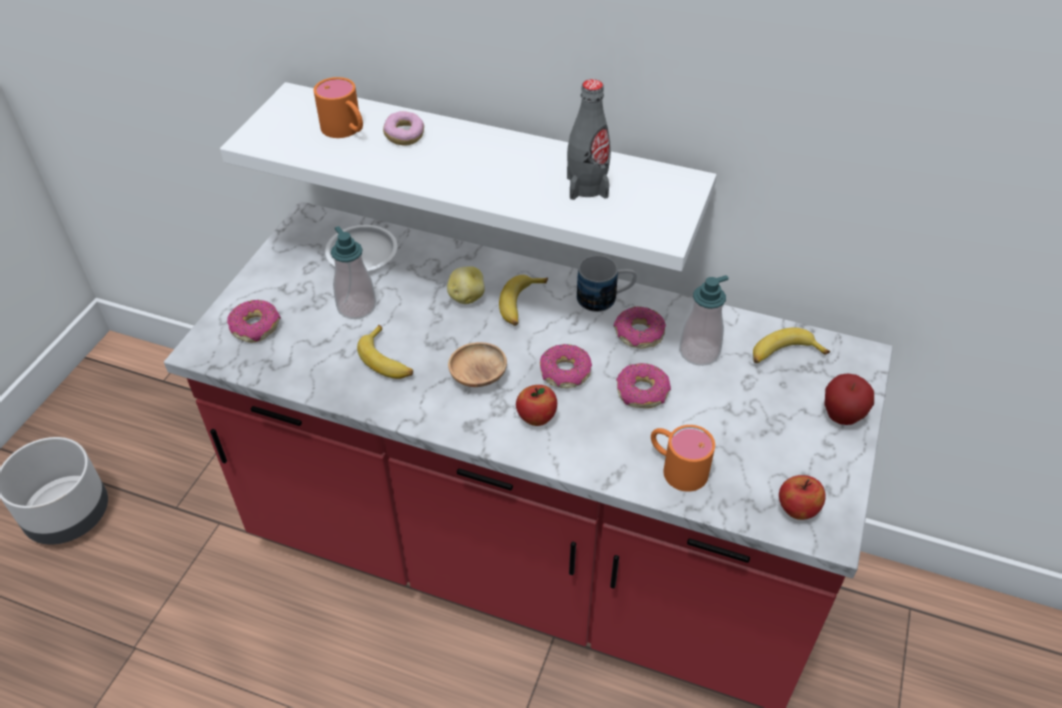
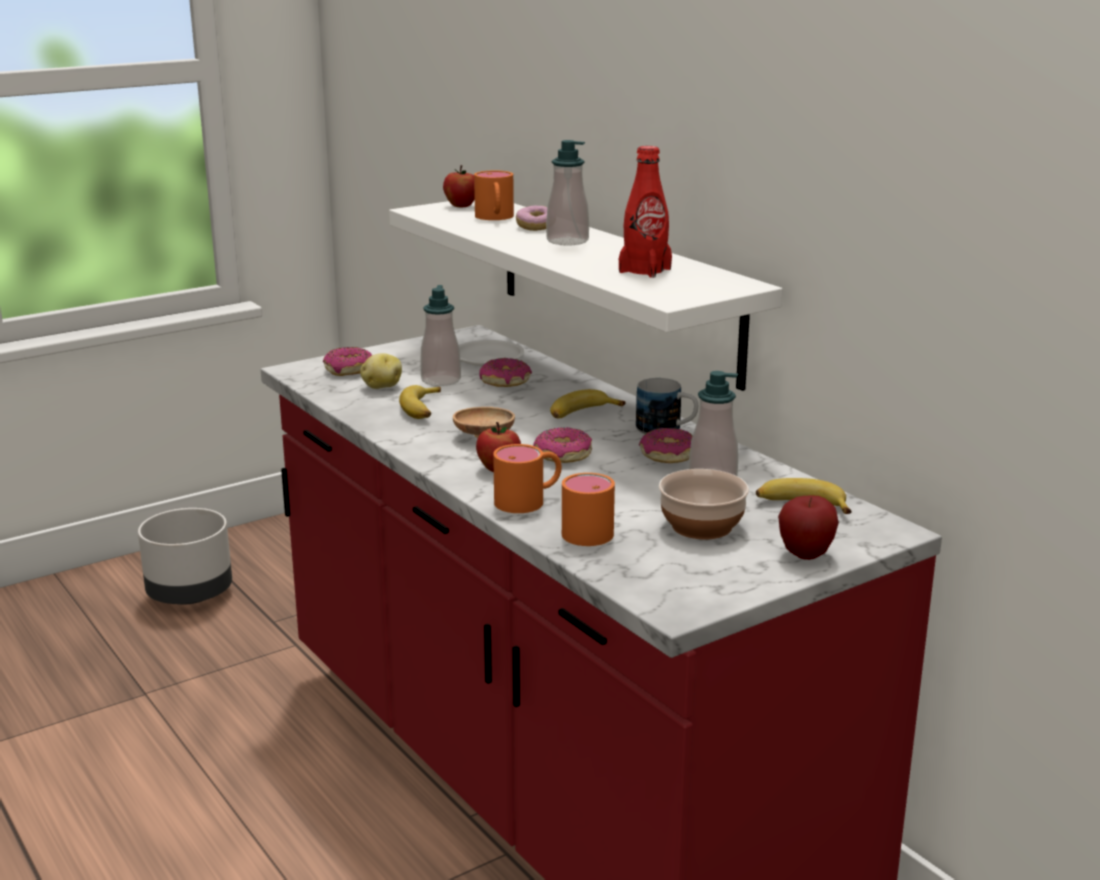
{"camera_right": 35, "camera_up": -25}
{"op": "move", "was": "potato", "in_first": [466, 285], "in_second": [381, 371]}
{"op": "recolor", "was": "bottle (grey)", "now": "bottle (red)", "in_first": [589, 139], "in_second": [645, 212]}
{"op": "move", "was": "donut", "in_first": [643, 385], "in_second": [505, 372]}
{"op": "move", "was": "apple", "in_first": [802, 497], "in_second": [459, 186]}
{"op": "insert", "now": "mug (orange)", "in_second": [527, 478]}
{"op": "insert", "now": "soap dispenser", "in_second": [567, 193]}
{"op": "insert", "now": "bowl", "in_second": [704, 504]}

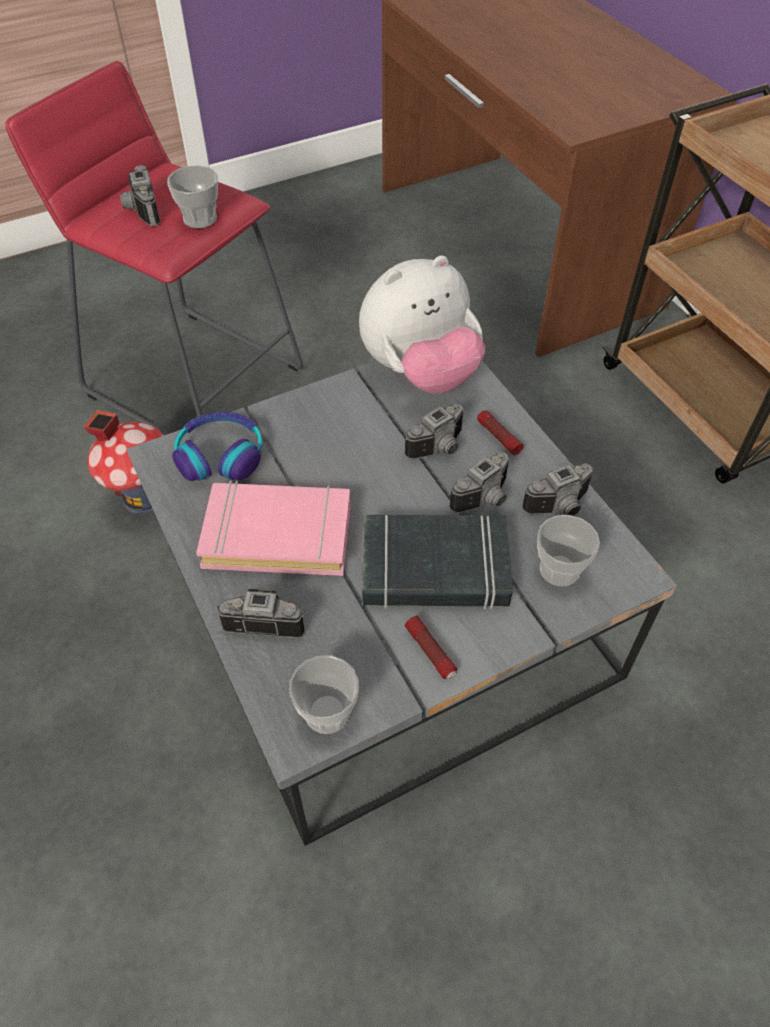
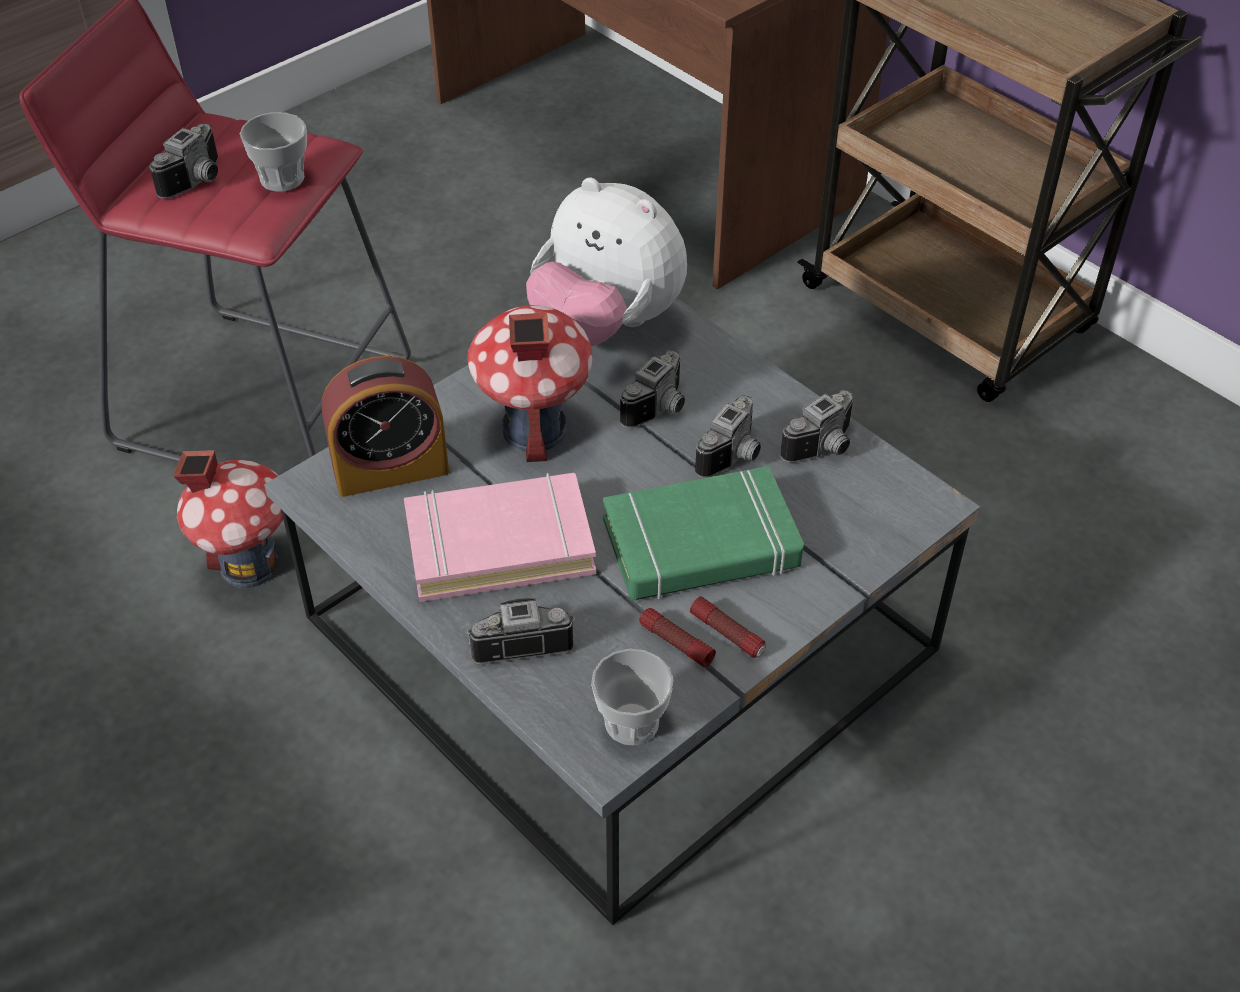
{"camera_right": -15, "camera_up": -5}
{"op": "rotate", "was": "photo camera", "in_first": [140, 195], "in_second": [184, 161], "clockwise": -120}
{"op": "replace", "was": "headphones", "now": "alarm clock", "in_first": [217, 446], "in_second": [385, 426]}
{"op": "rotate", "was": "plush toy", "in_first": [422, 324], "in_second": [606, 261], "clockwise": 75}
{"op": "recolor", "was": "book (black)", "now": "book (green)", "in_first": [437, 562], "in_second": [703, 533]}
{"op": "move", "was": "flashlight", "in_first": [500, 432], "in_second": [677, 637]}
{"op": "delete", "was": "cup", "in_first": [568, 550]}
{"op": "insert", "now": "toy house", "in_second": [529, 383]}

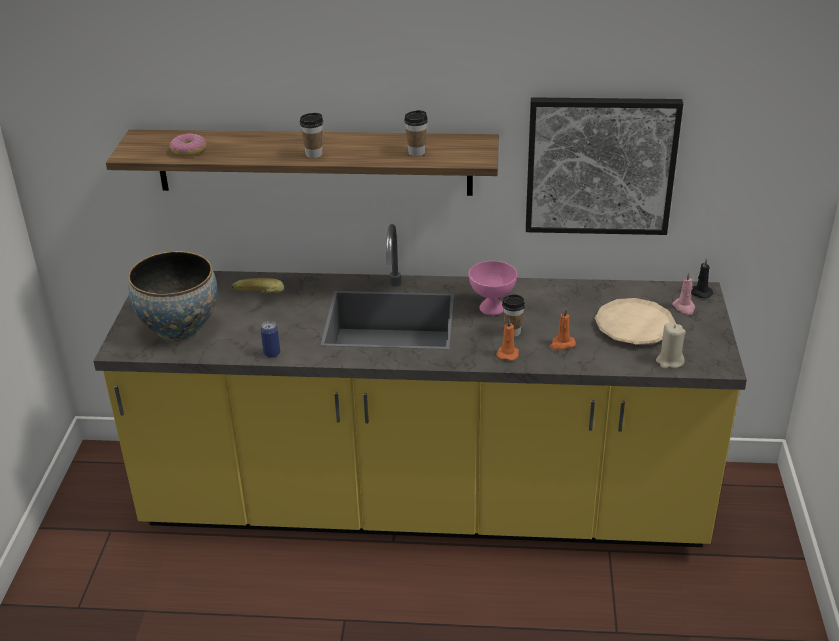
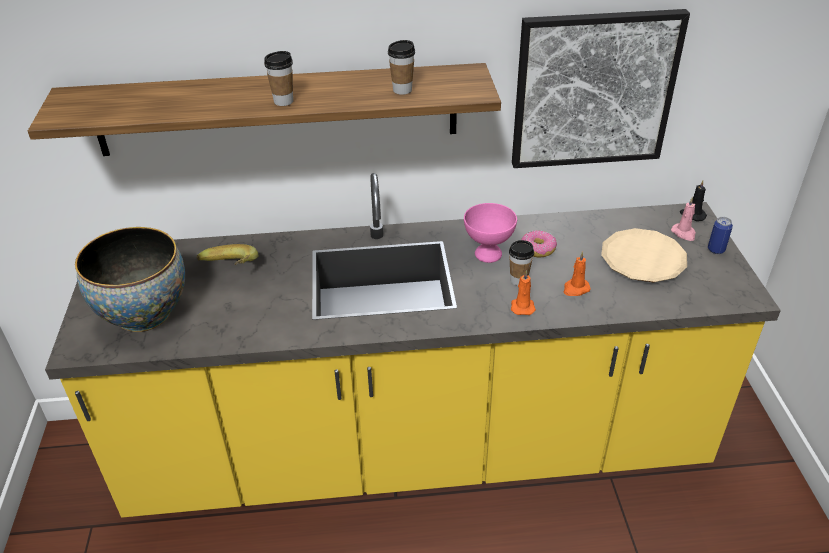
{"camera_right": -10, "camera_up": 5}
{"op": "move", "was": "donut", "in_first": [188, 145], "in_second": [539, 243]}
{"op": "move", "was": "can", "in_first": [270, 339], "in_second": [720, 235]}
{"op": "delete", "was": "candle (beige)", "in_first": [671, 345]}

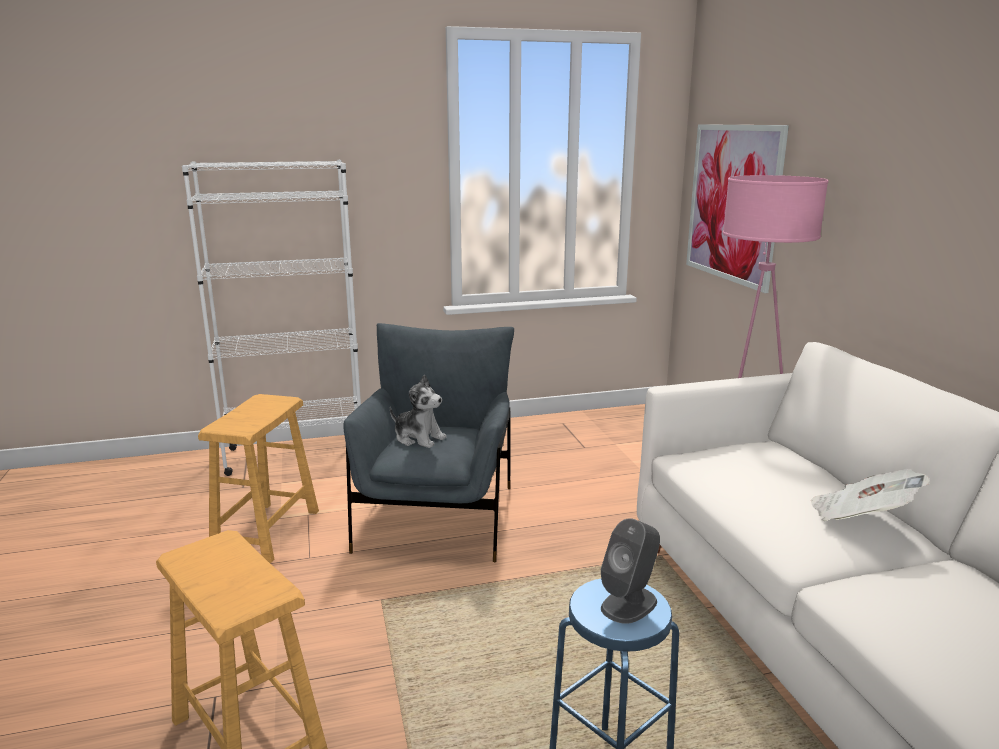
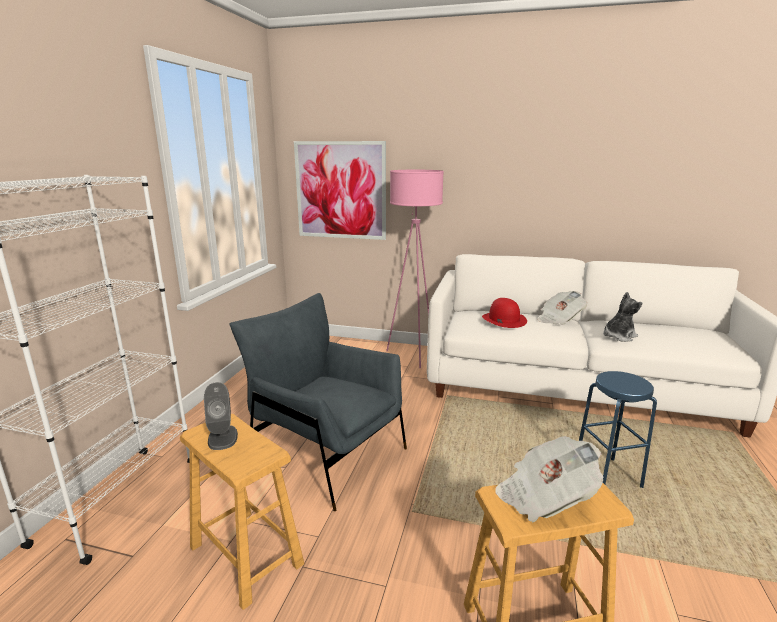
{"camera_right": -60, "camera_up": 0}
{"op": "move", "was": "plush toy", "in_first": [418, 411], "in_second": [622, 317]}
{"op": "move", "was": "speaker (grey)", "in_first": [630, 571], "in_second": [221, 416]}
{"op": "insert", "now": "hat (red)", "in_second": [504, 313]}
{"op": "insert", "now": "newspaper", "in_second": [549, 479]}

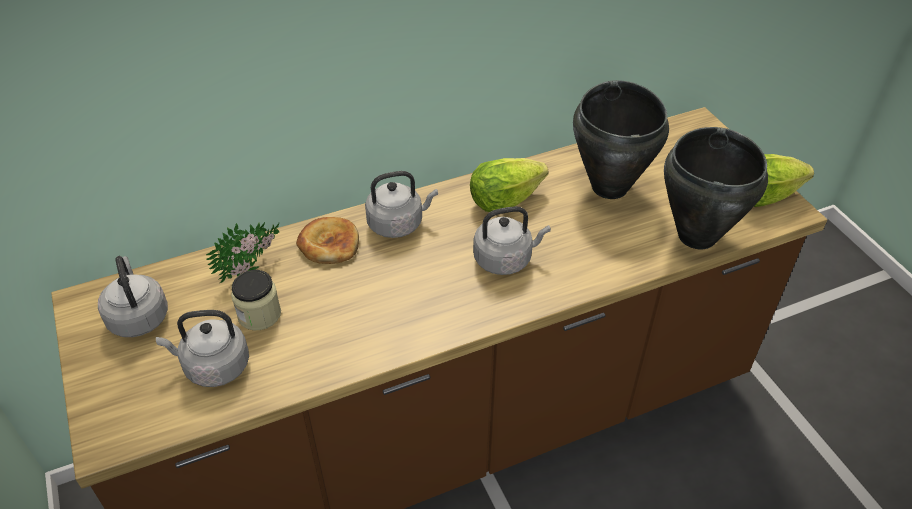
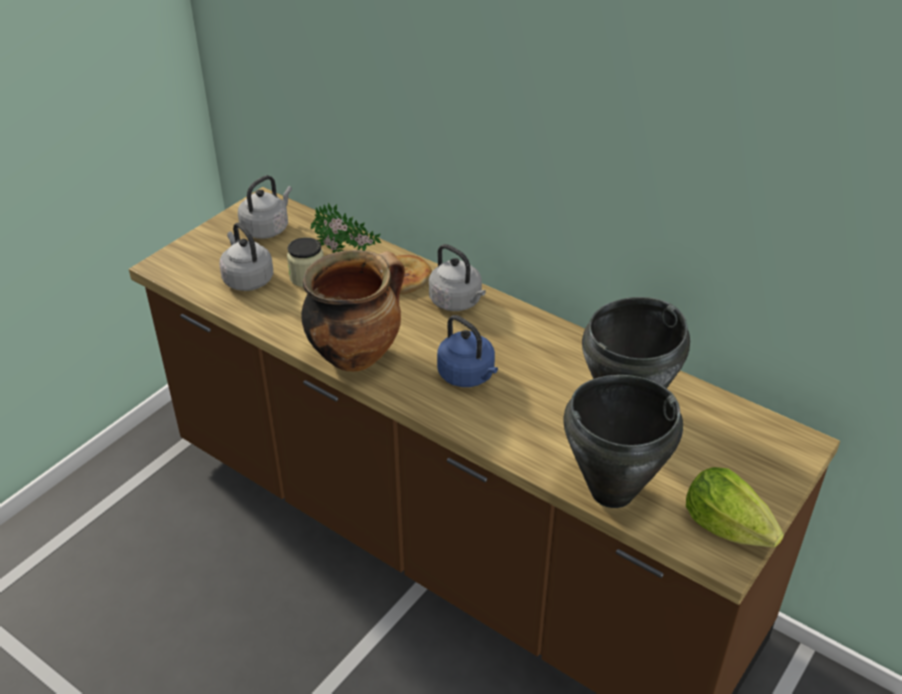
{"camera_right": 60, "camera_up": -5}
{"op": "delete", "was": "lettuce", "in_first": [509, 185]}
{"op": "recolor", "was": "kettle (grey)", "now": "kettle (blue)", "in_first": [512, 240], "in_second": [467, 351]}
{"op": "insert", "now": "cooking pot", "in_second": [353, 311]}

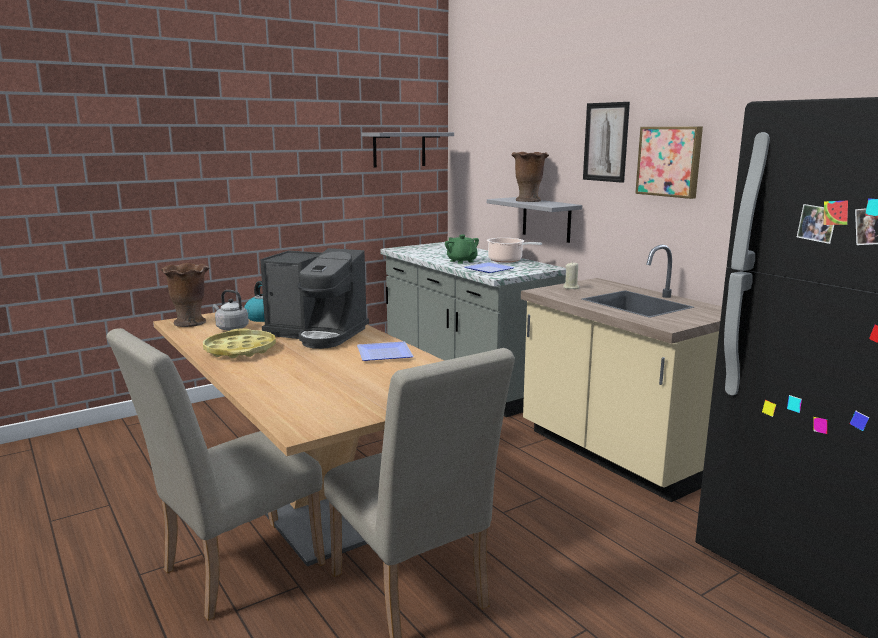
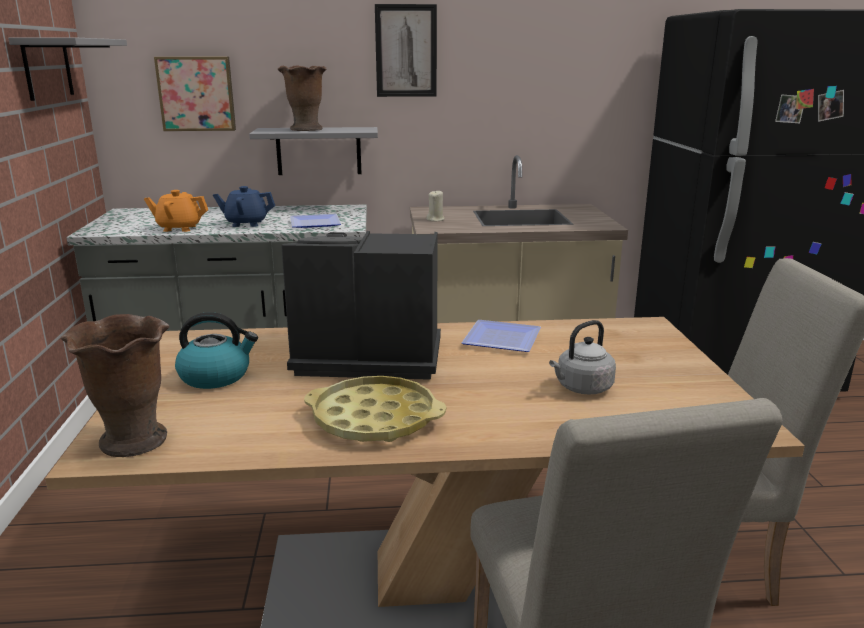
{"camera_right": -60, "camera_up": 5}
{"op": "move", "was": "kettle (grey)", "in_first": [231, 310], "in_second": [582, 357]}
{"op": "rotate", "was": "coffee machine", "in_first": [314, 298], "in_second": [361, 305], "clockwise": -135}
{"op": "recolor", "was": "teapot (green)", "now": "teapot (blue)", "in_first": [462, 249], "in_second": [244, 206]}
{"op": "delete", "was": "cooking pot", "in_first": [514, 250]}
{"op": "move", "was": "picture", "in_first": [669, 163], "in_second": [195, 94]}
{"op": "insert", "now": "teapot (orange)", "in_second": [176, 211]}

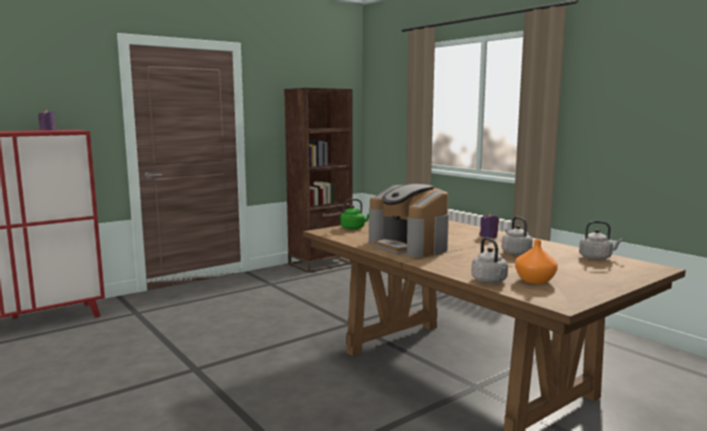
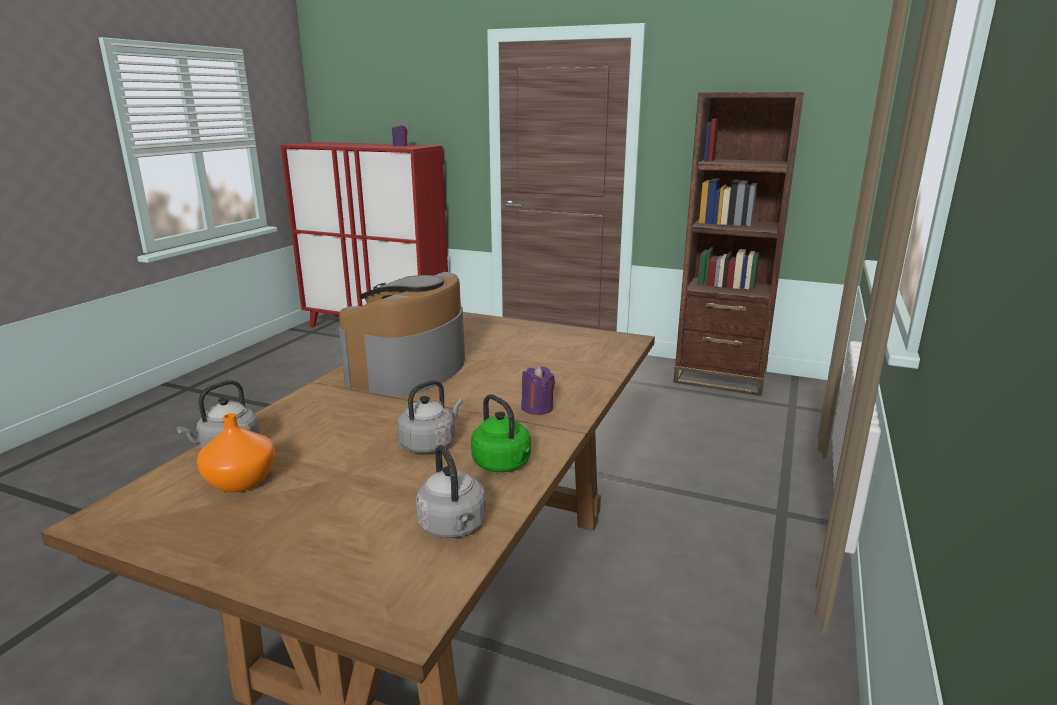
{"camera_right": 60, "camera_up": 10}
{"op": "move", "was": "kettle (green)", "in_first": [354, 214], "in_second": [501, 433]}

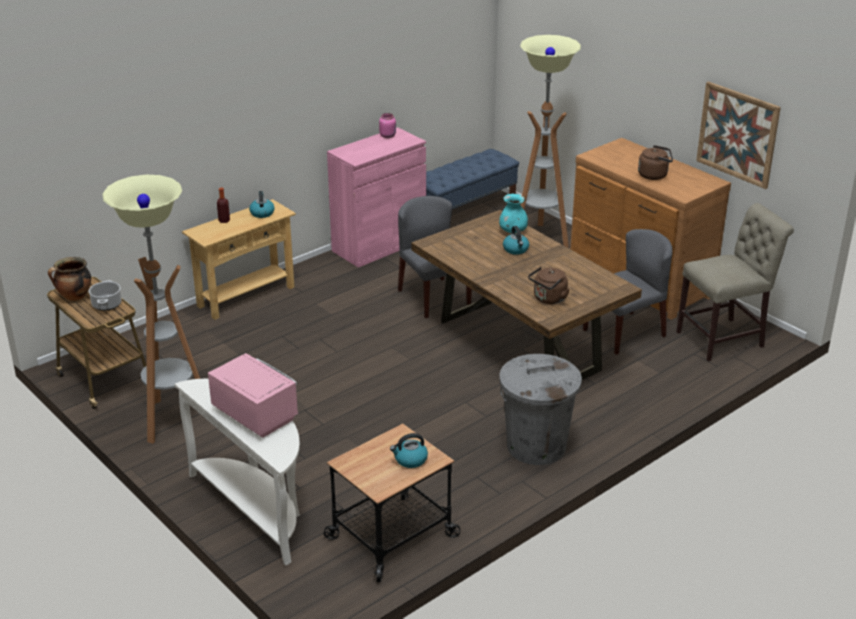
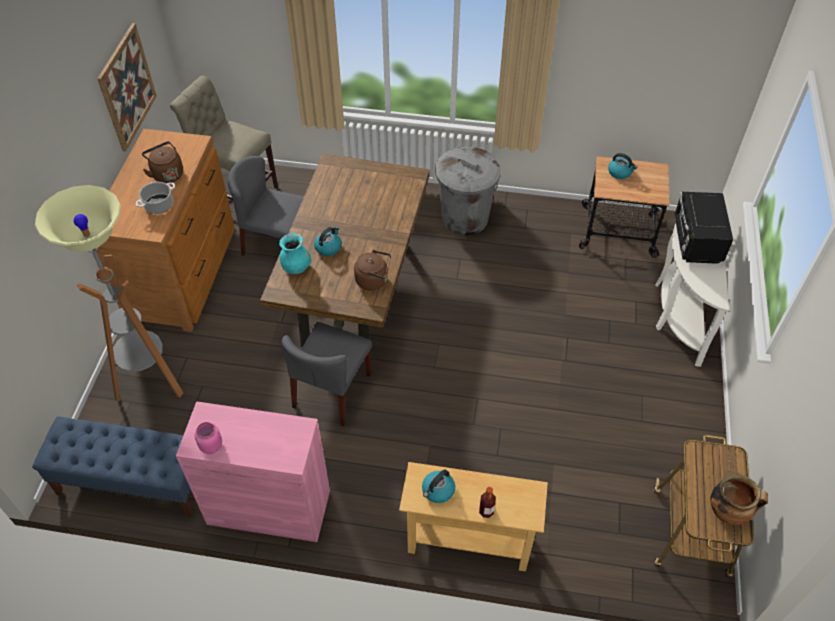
{"camera_right": -130, "camera_up": 20}
{"op": "move", "was": "cooking pot", "in_first": [105, 295], "in_second": [155, 198]}
{"op": "delete", "was": "floor lamp", "in_first": [151, 309]}
{"op": "recolor", "was": "microwave (pink)", "now": "microwave (black)", "in_first": [253, 395], "in_second": [703, 228]}
{"op": "move", "was": "kettle (brown)", "in_first": [549, 285], "in_second": [372, 270]}

